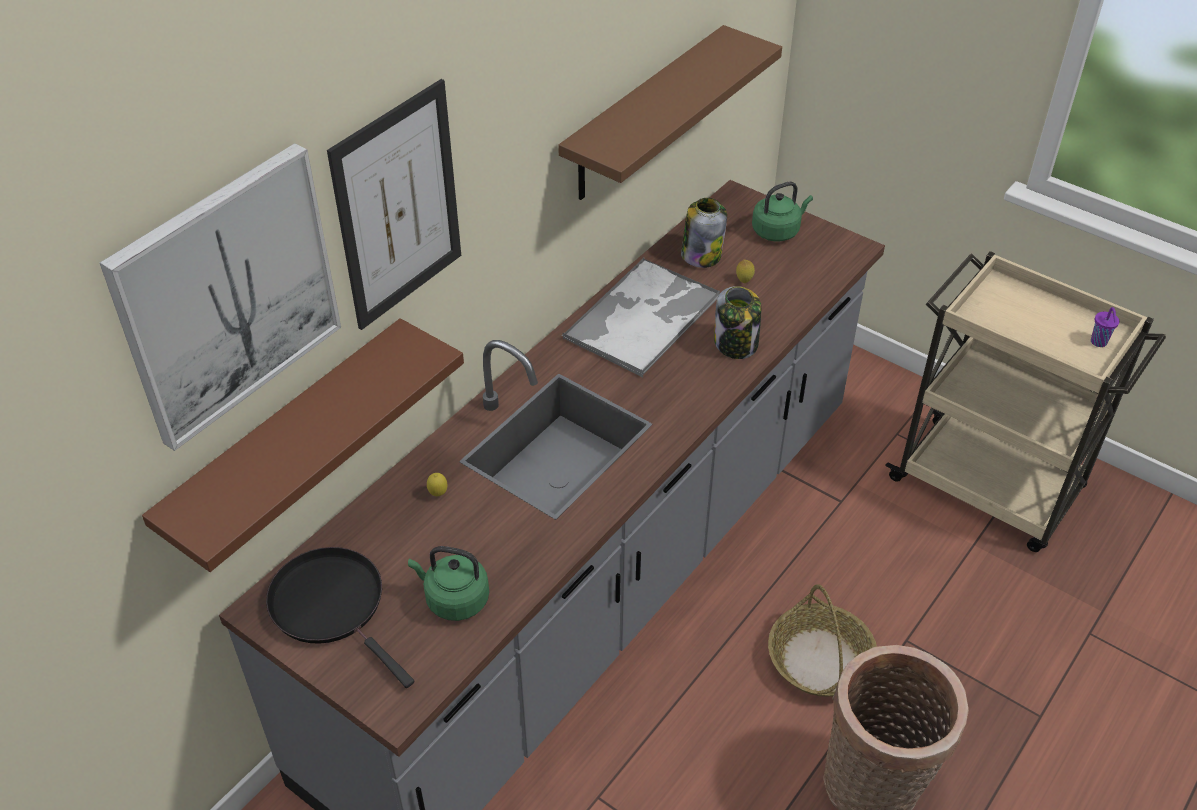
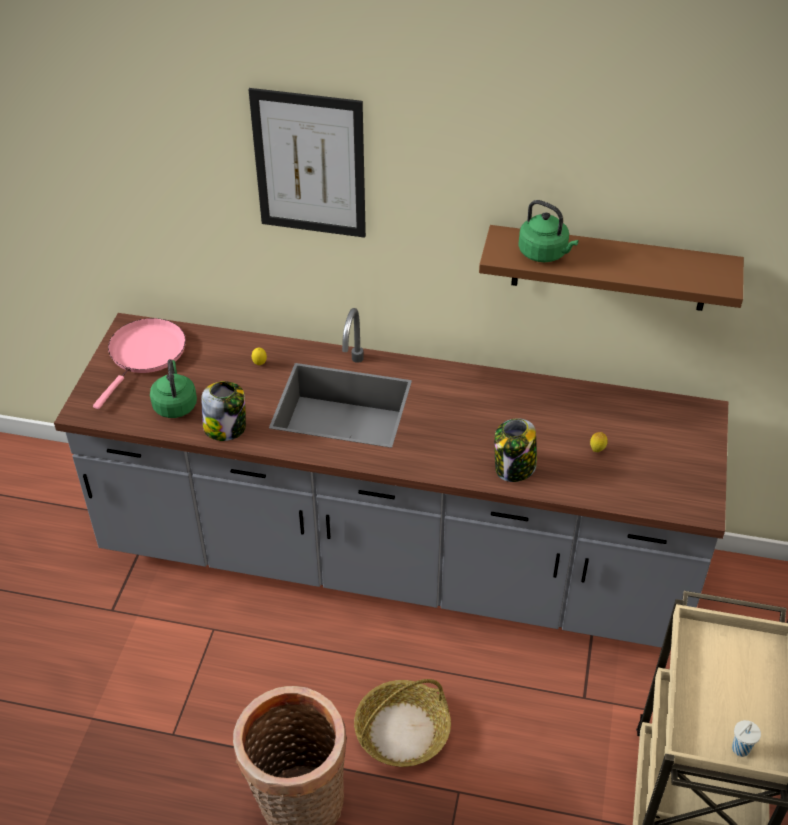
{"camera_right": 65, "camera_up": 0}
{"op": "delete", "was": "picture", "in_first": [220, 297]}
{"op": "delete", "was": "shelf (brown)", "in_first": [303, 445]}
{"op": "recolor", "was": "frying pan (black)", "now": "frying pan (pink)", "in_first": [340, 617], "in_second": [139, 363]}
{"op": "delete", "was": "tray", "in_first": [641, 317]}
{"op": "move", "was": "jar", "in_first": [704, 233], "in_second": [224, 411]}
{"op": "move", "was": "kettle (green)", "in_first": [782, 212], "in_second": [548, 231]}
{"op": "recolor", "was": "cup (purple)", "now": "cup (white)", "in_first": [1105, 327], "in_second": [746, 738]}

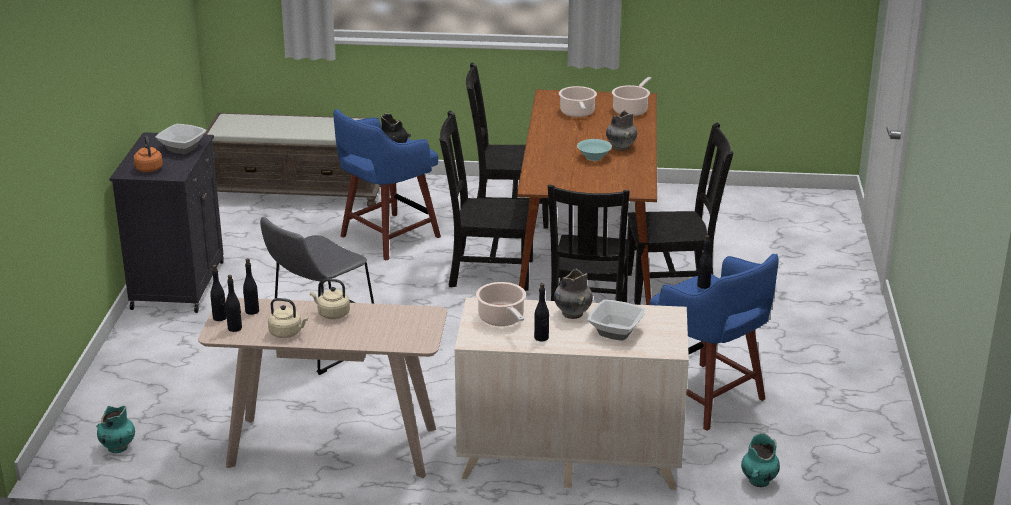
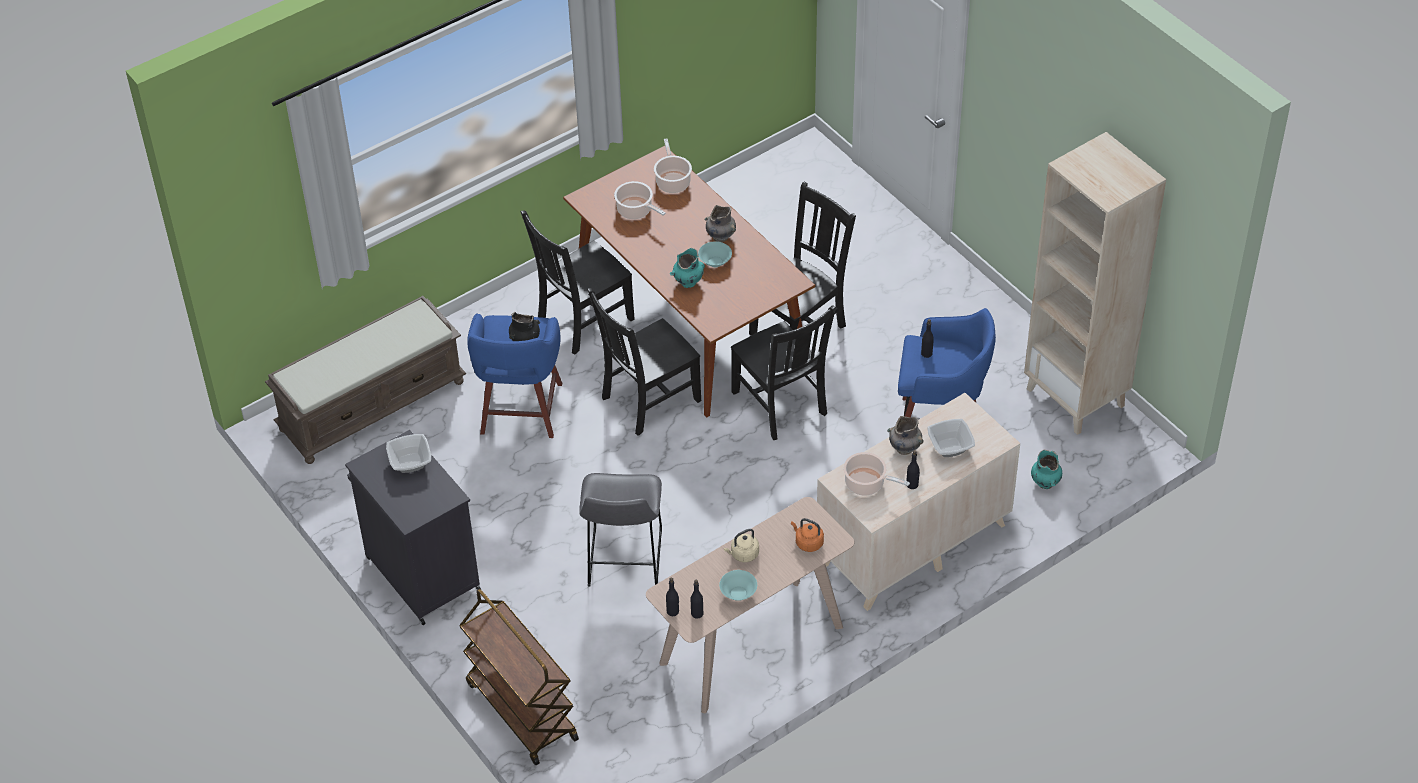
{"camera_right": -40, "camera_up": 20}
{"op": "move", "was": "vase (turquoise)", "in_first": [115, 429], "in_second": [687, 268]}
{"op": "move", "was": "kettle (orange)", "in_first": [148, 154], "in_second": [807, 535]}
{"op": "delete", "was": "bottle (black)", "in_first": [251, 286]}
{"op": "replace", "was": "kettle (beige)", "now": "bowl (turquoise)", "in_first": [288, 318], "in_second": [738, 585]}
{"op": "insert", "now": "cart (brown)", "in_second": [519, 677]}
{"op": "insert", "now": "bookcase (beige)", "in_second": [1095, 283]}

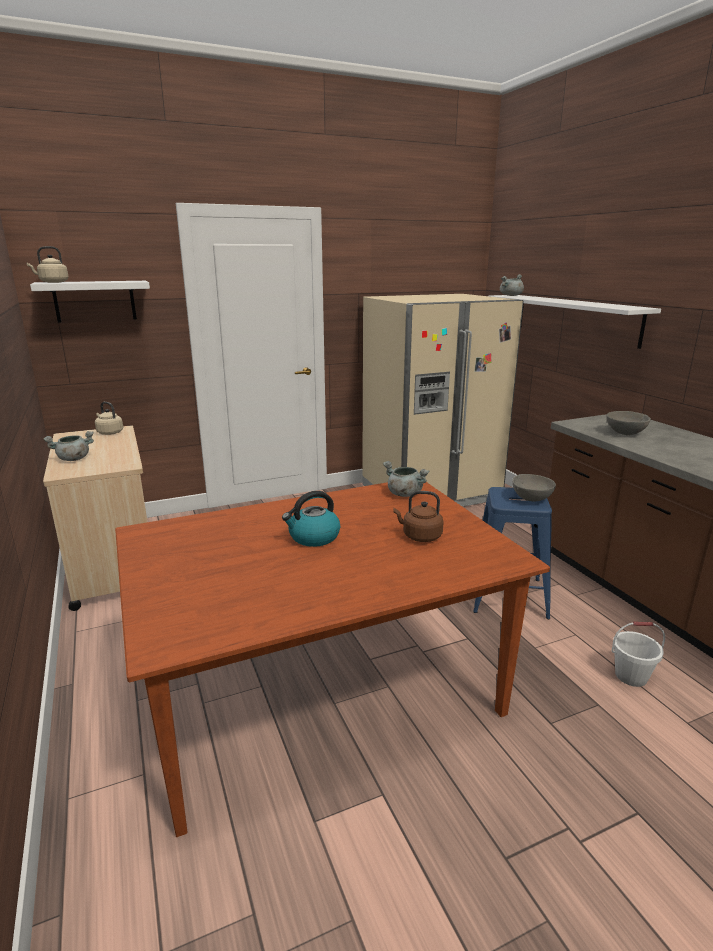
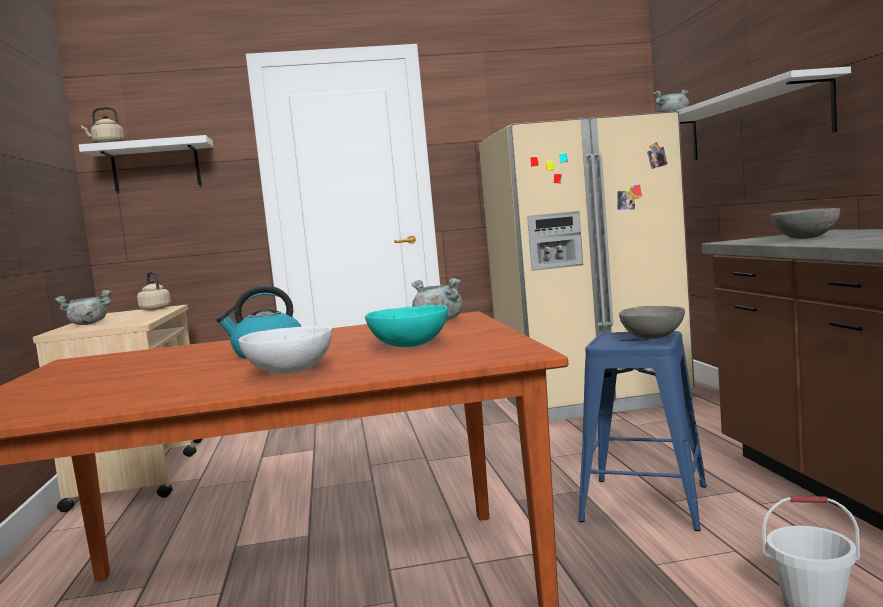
{"camera_right": 15, "camera_up": -15}
{"op": "replace", "was": "kettle (brown)", "now": "bowl (turquoise)", "in_first": [418, 516], "in_second": [406, 326]}
{"op": "insert", "now": "bowl (white)", "in_second": [285, 349]}

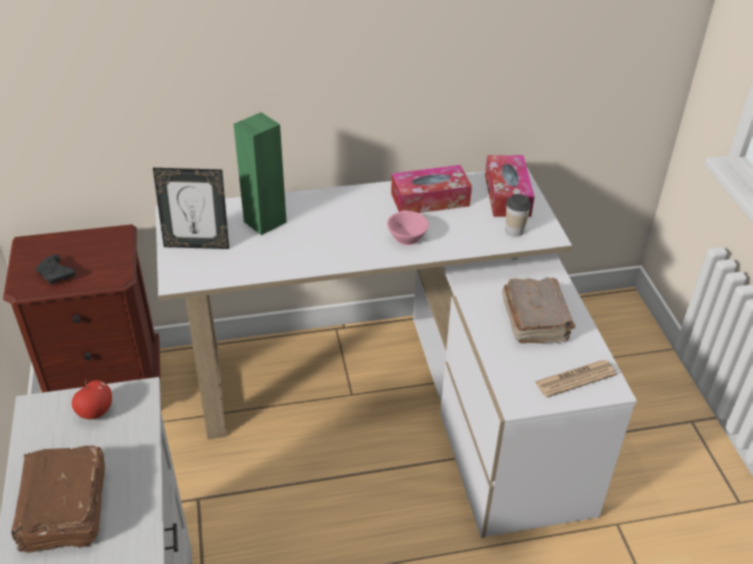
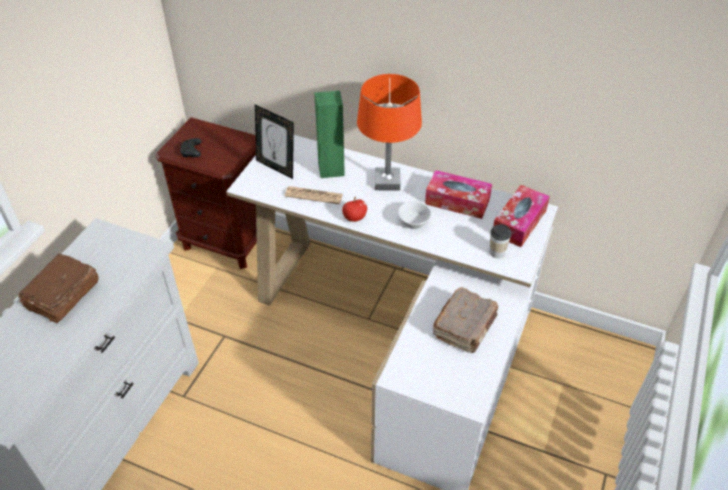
{"camera_right": 35, "camera_up": 5}
{"op": "move", "was": "apple", "in_first": [92, 399], "in_second": [354, 209]}
{"op": "recolor", "was": "cup (pink)", "now": "cup (white)", "in_first": [408, 227], "in_second": [415, 215]}
{"op": "move", "was": "newspaper", "in_first": [576, 378], "in_second": [314, 195]}
{"op": "insert", "now": "table lamp (orange)", "in_second": [389, 132]}

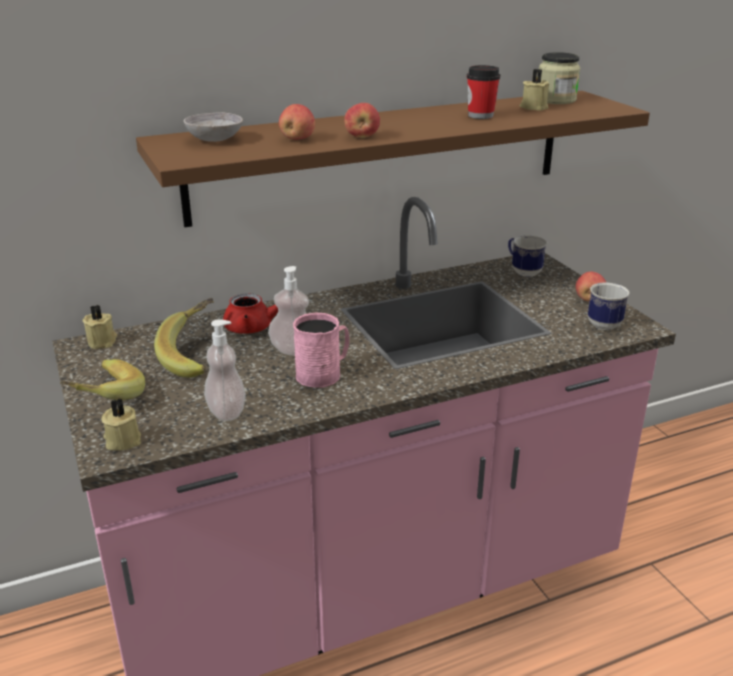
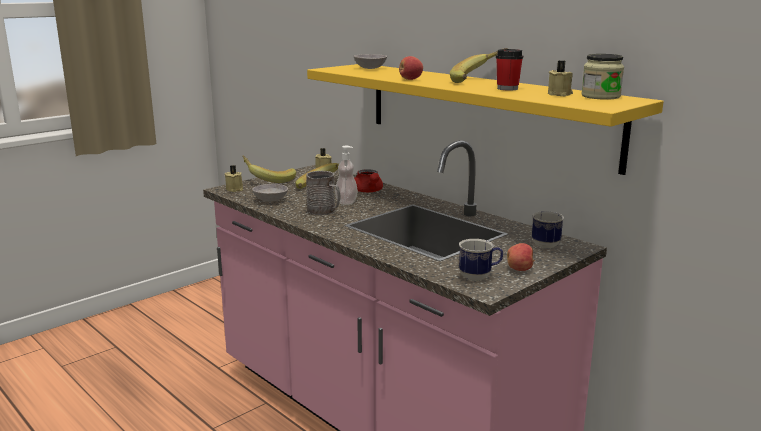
{"camera_right": 70, "camera_up": -10}
{"op": "recolor", "was": "shelf (brown)", "now": "shelf (yellow)", "in_first": [393, 159], "in_second": [485, 119]}
{"op": "replace", "was": "soap dispenser", "now": "bowl (grey)", "in_first": [225, 370], "in_second": [270, 193]}
{"op": "delete", "was": "apple", "in_first": [297, 122]}
{"op": "recolor", "was": "mug (pink)", "now": "mug (grey)", "in_first": [321, 350], "in_second": [323, 193]}
{"op": "insert", "now": "banana", "in_second": [479, 65]}

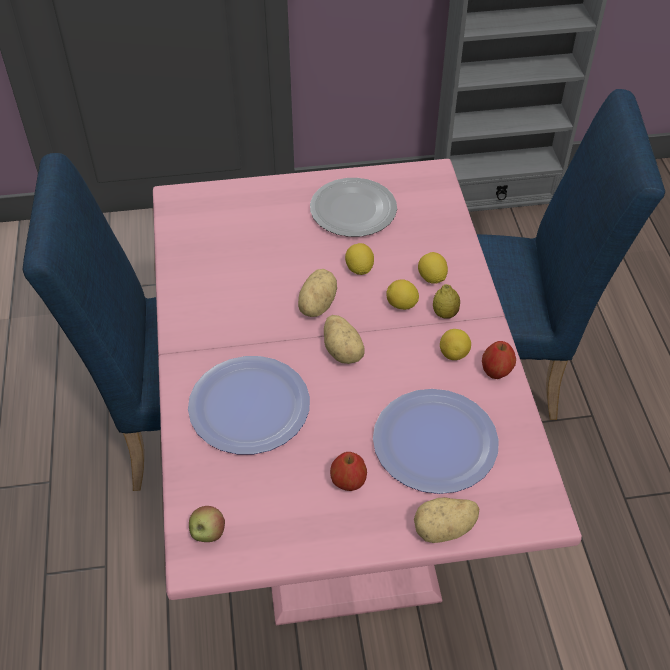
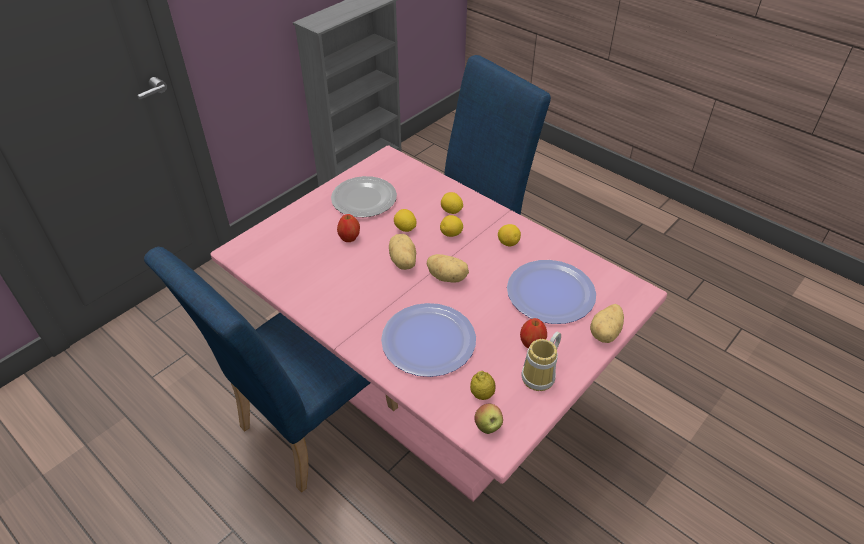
{"camera_right": -40, "camera_up": -5}
{"op": "move", "was": "lemon", "in_first": [446, 301], "in_second": [483, 385]}
{"op": "move", "was": "apple", "in_first": [499, 360], "in_second": [348, 228]}
{"op": "insert", "now": "mug", "in_second": [541, 361]}

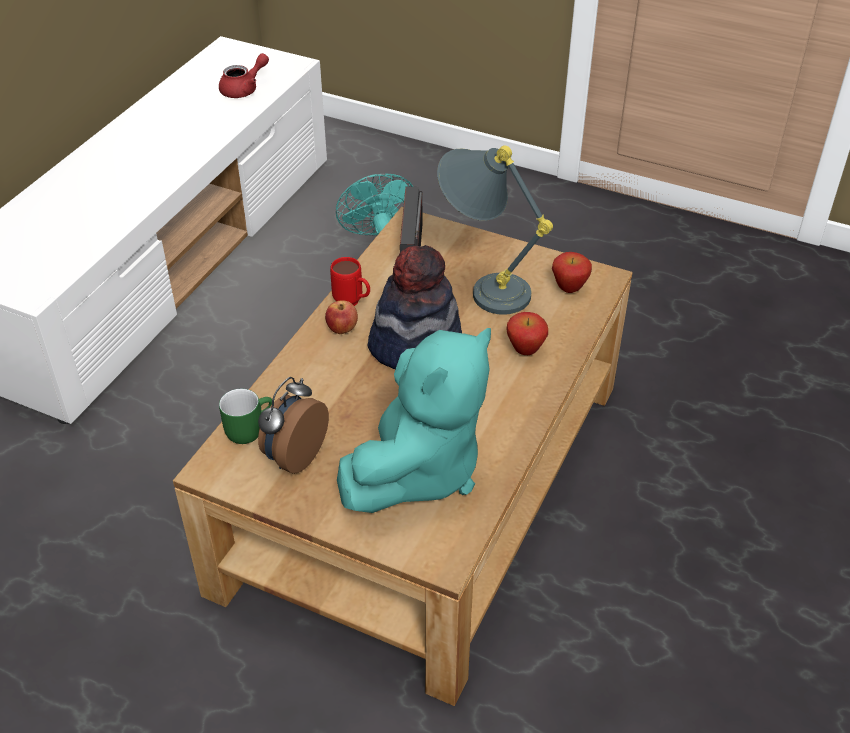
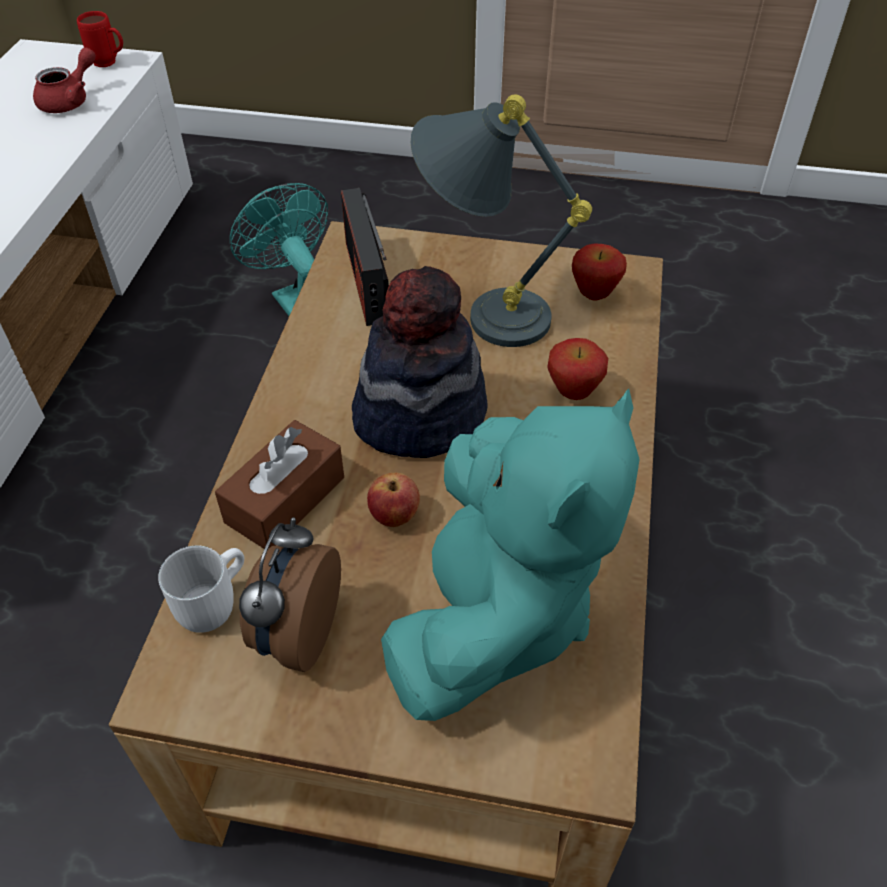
{"camera_right": -15, "camera_up": 5}
{"op": "recolor", "was": "mug (green)", "now": "mug (white)", "in_first": [245, 416], "in_second": [201, 589]}
{"op": "move", "was": "apple", "in_first": [341, 317], "in_second": [393, 499]}
{"op": "move", "was": "mug (red)", "in_first": [350, 281], "in_second": [100, 39]}
{"op": "insert", "now": "tissue box (brown)", "in_second": [279, 484]}

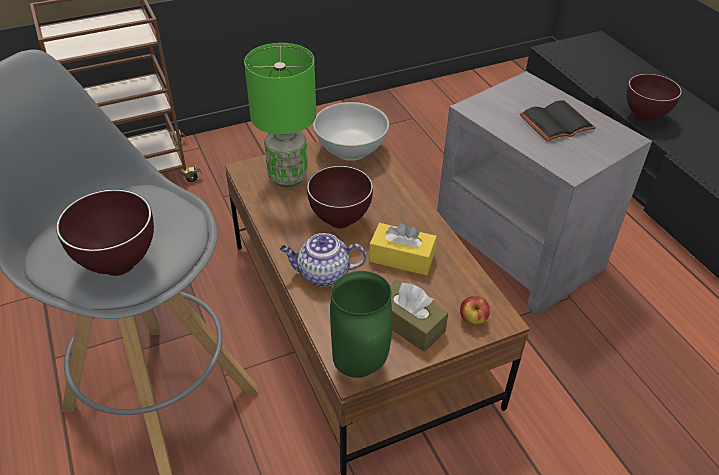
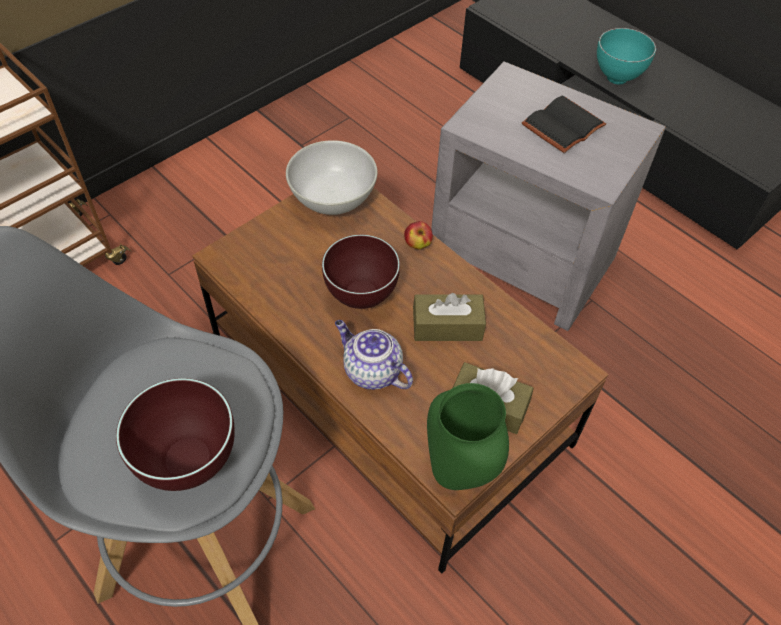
{"camera_right": -20, "camera_up": 10}
{"op": "delete", "was": "table lamp (green)", "in_first": [280, 115]}
{"op": "rotate", "was": "teapot", "in_first": [323, 260], "in_second": [374, 355], "clockwise": 60}
{"op": "recolor", "was": "tissue box (yellow)", "now": "tissue box (brown)", "in_first": [403, 248], "in_second": [449, 317]}
{"op": "move", "was": "apple", "in_first": [475, 310], "in_second": [418, 235]}
{"op": "recolor", "was": "bowl (brown)", "now": "bowl (turquoise)", "in_first": [654, 98], "in_second": [626, 56]}

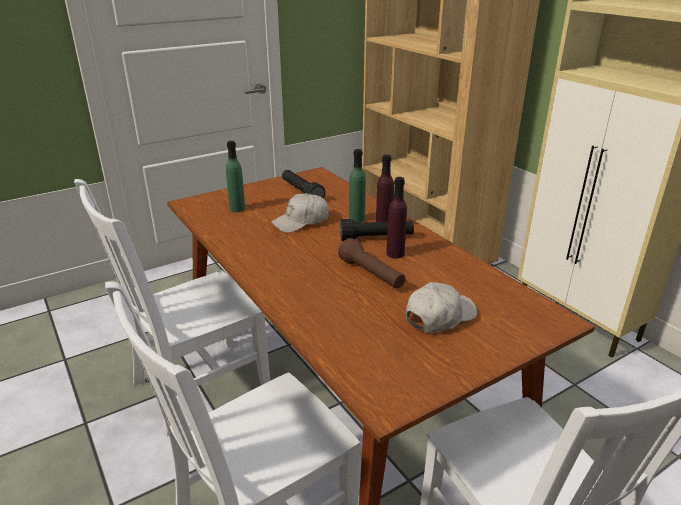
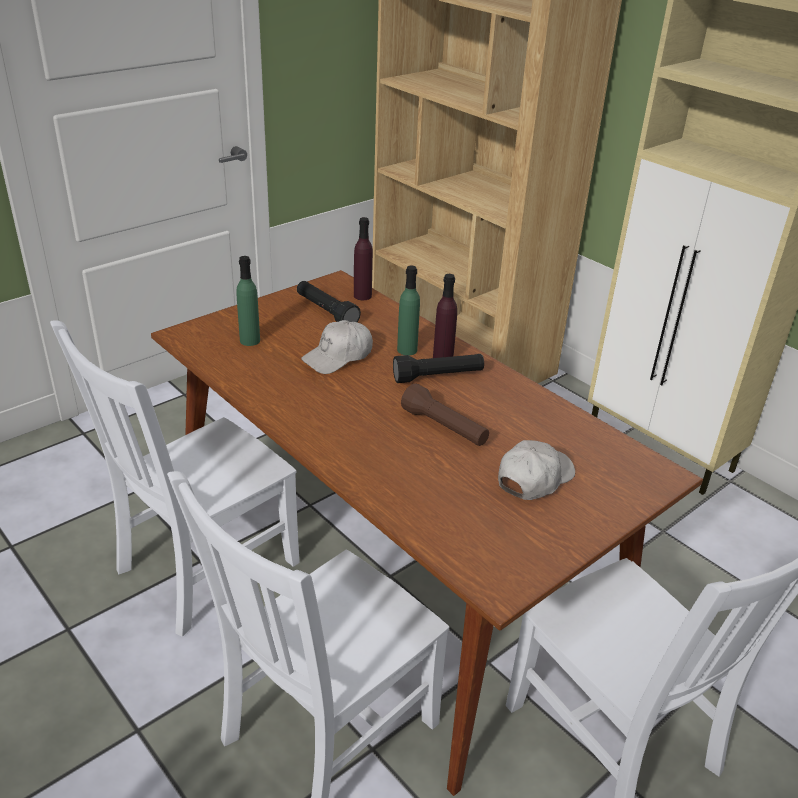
{"camera_right": -10, "camera_up": 5}
{"op": "move", "was": "bottle (purple)", "in_first": [396, 218], "in_second": [363, 258]}

